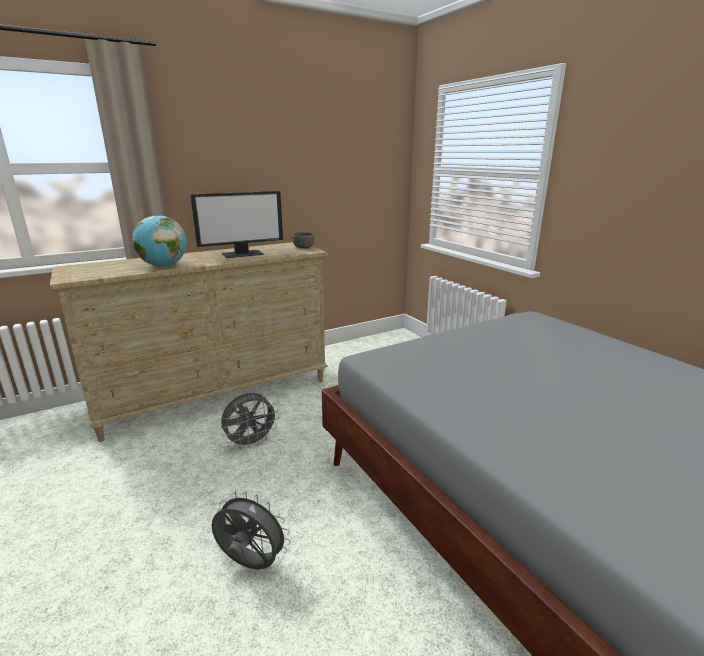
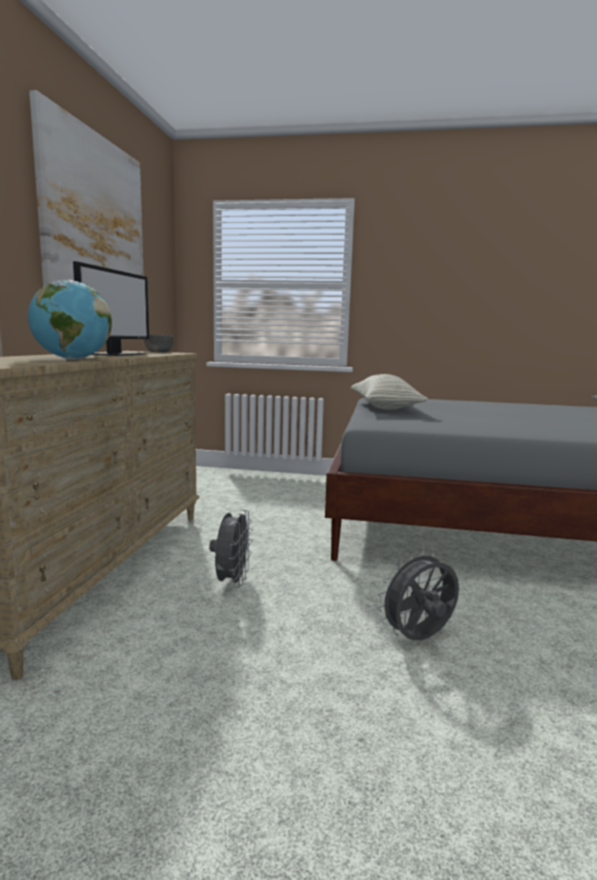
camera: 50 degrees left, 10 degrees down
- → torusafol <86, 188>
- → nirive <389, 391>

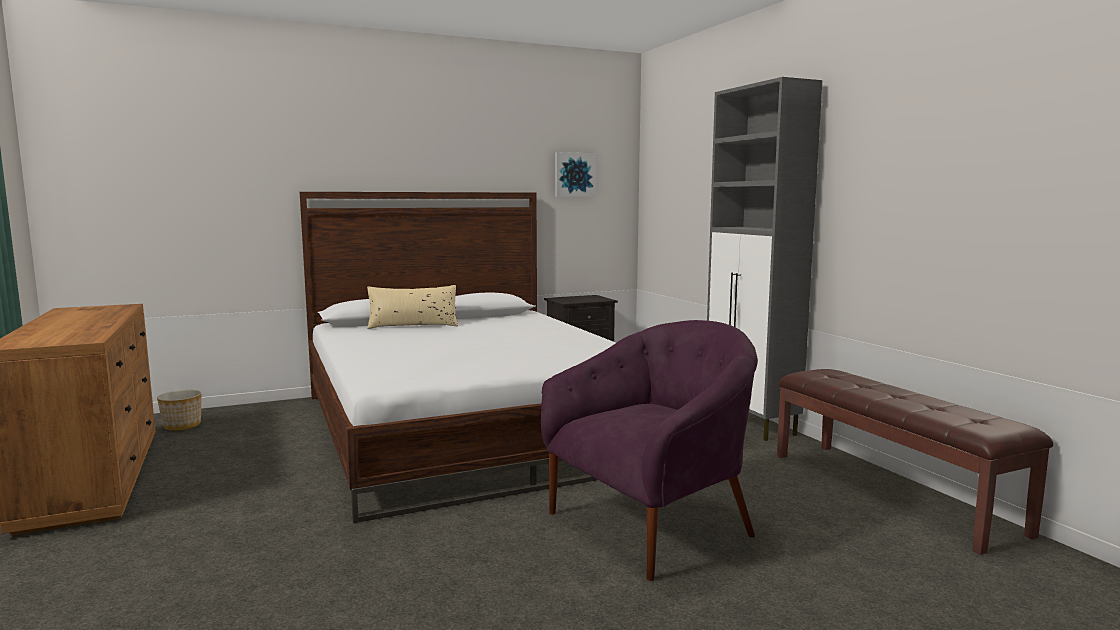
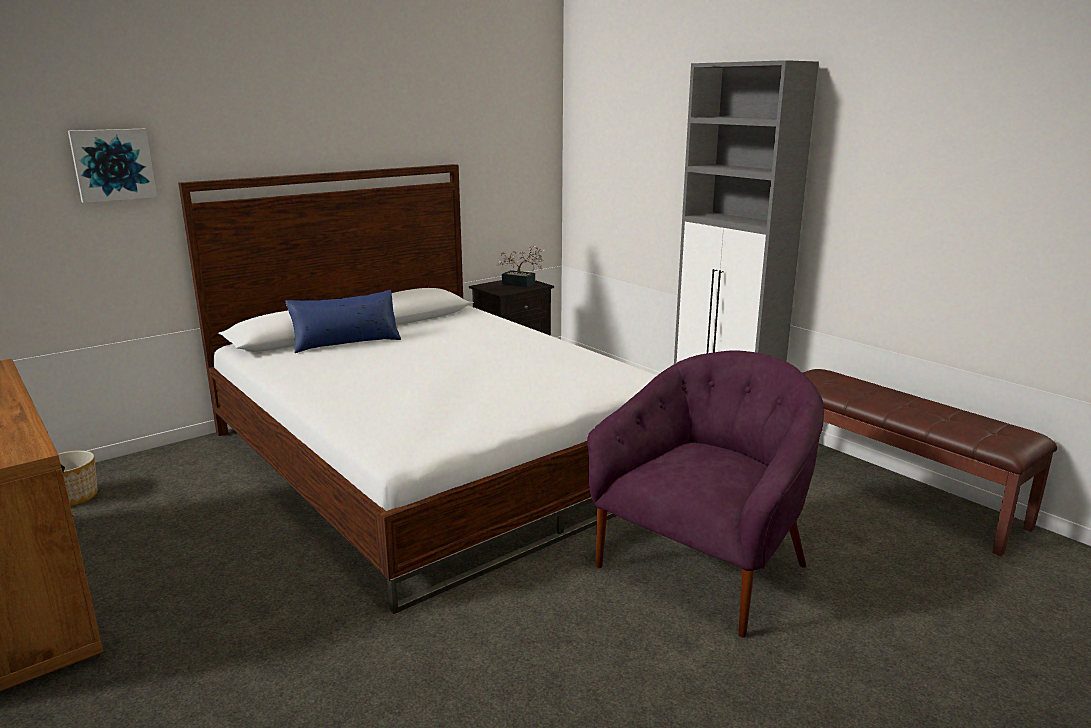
camera: 15 degrees left, 10 degrees up
- → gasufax <520, 266>
torusafol <575, 174> → torusafol <112, 166>, move
beige nirive <412, 307> → blue nirive <343, 321>

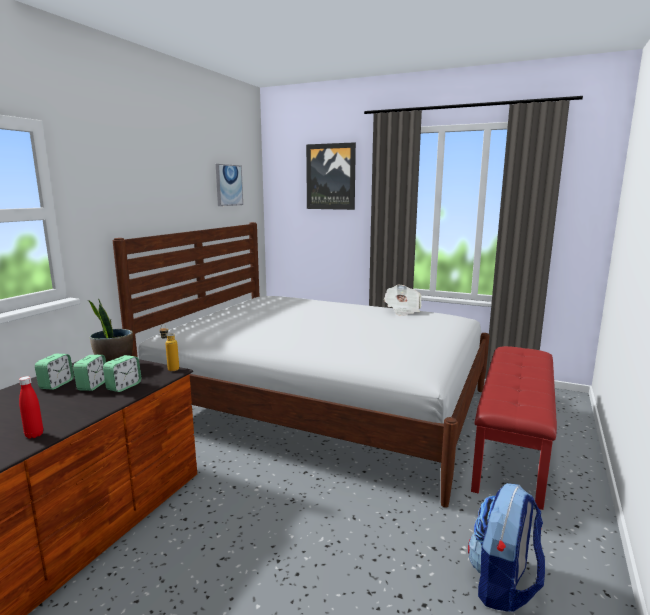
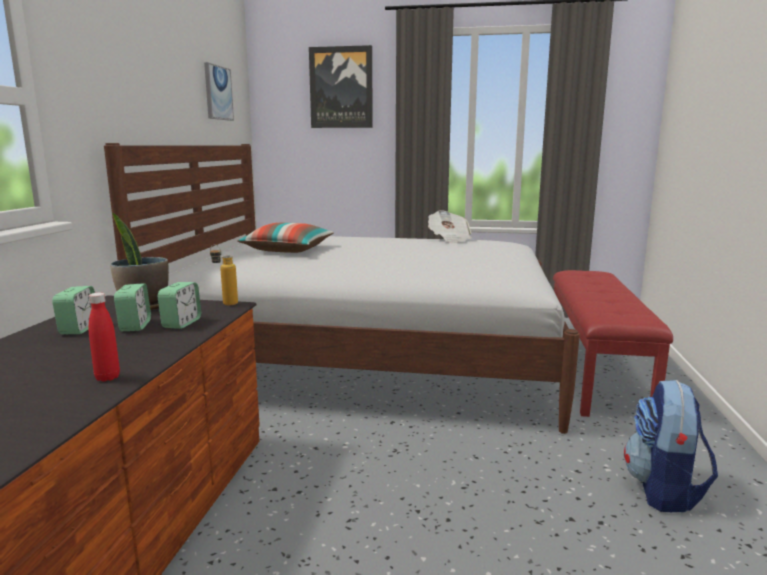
camera: 15 degrees left, 0 degrees up
- → nirive <286, 238>

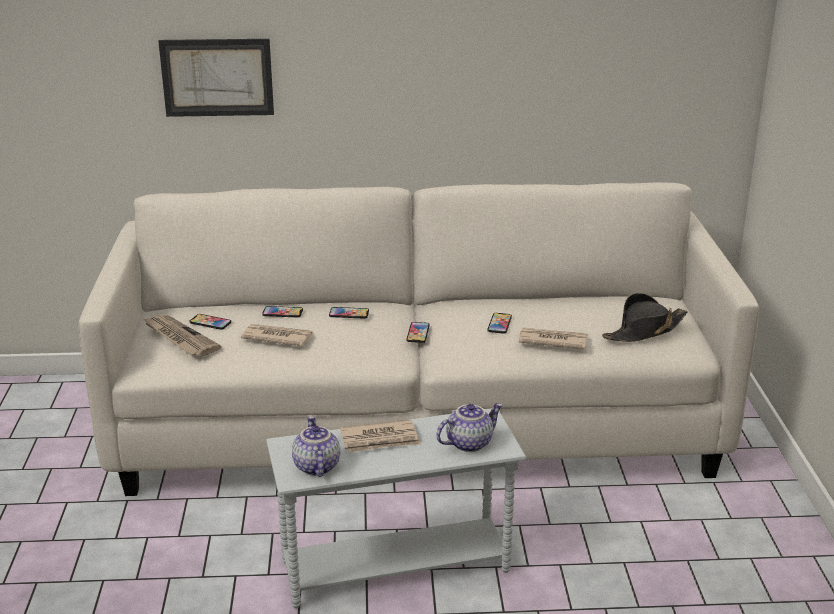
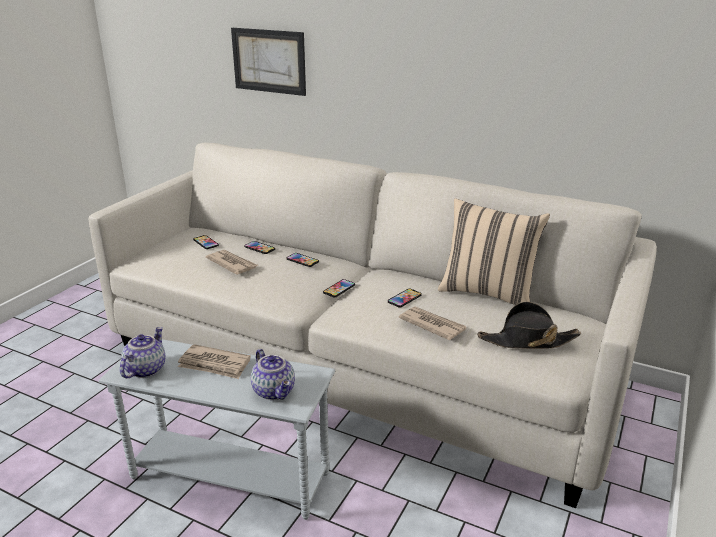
camera: 30 degrees right, 0 degrees up
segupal <182, 335> → -
- → beige nirive <494, 252>
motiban <469, 427> → motiban <273, 374>, 60 degrees clockwise

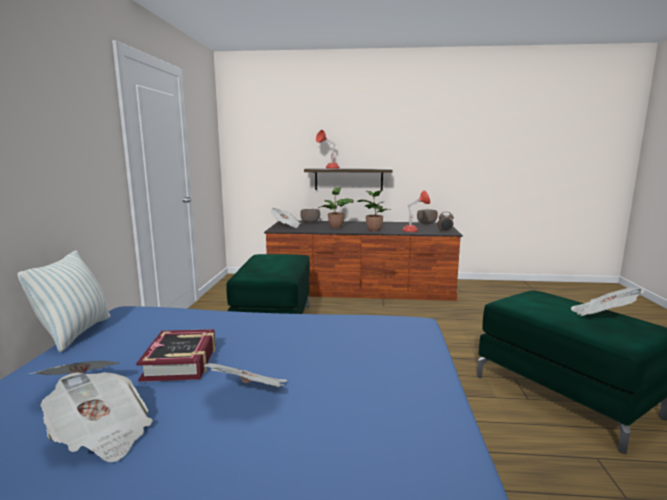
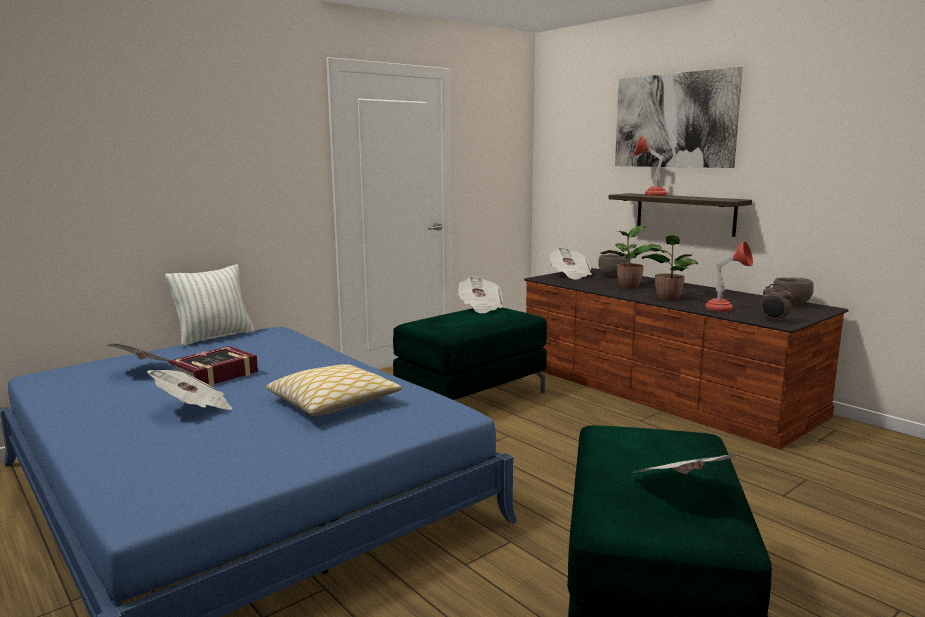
camera: 45 degrees right, 0 degrees up
- → nirive <334, 390>
- → torusafol <679, 117>
segupal <96, 417> → segupal <480, 295>, move

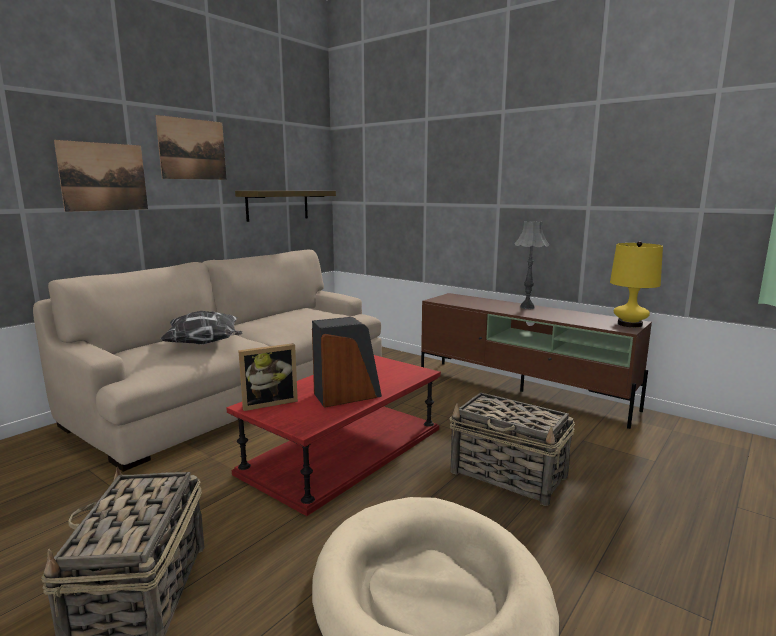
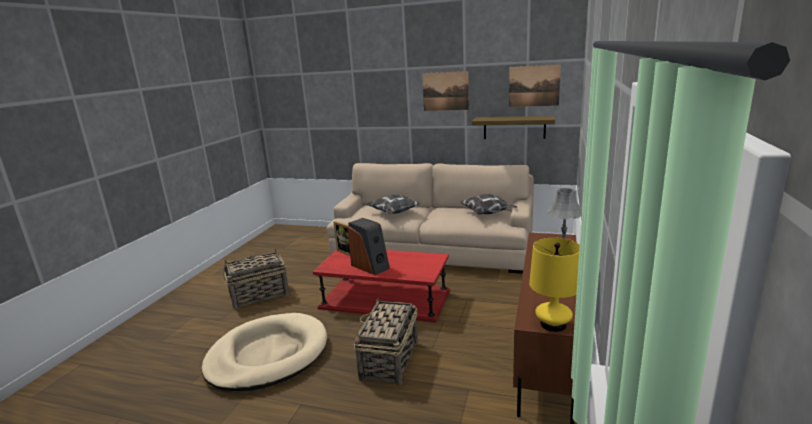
camera: 70 degrees right, 5 degrees up
- → nirive <488, 204>
torusafol <101, 176> → torusafol <535, 85>, move

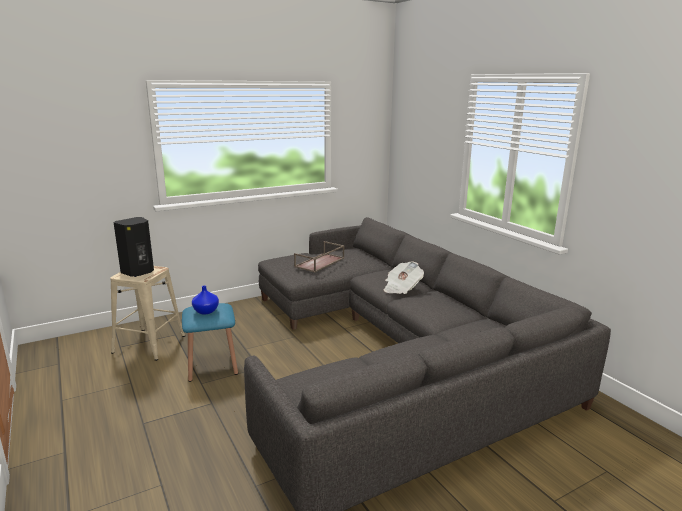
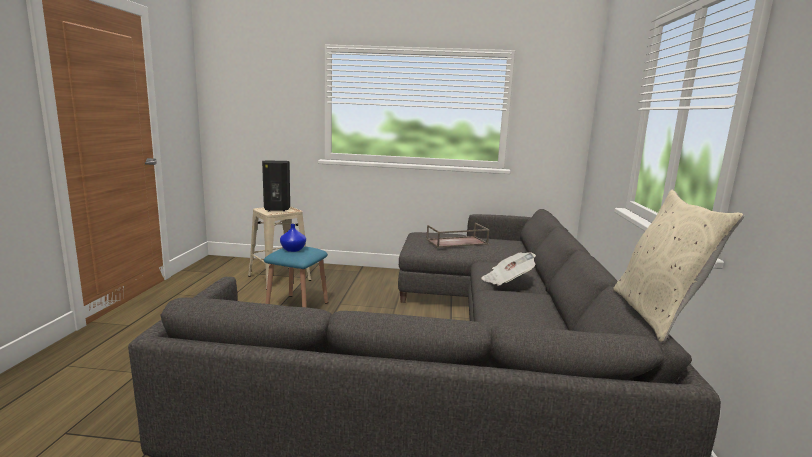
camera: 35 degrees right, 5 degrees down
- → beige nirive <679, 266>

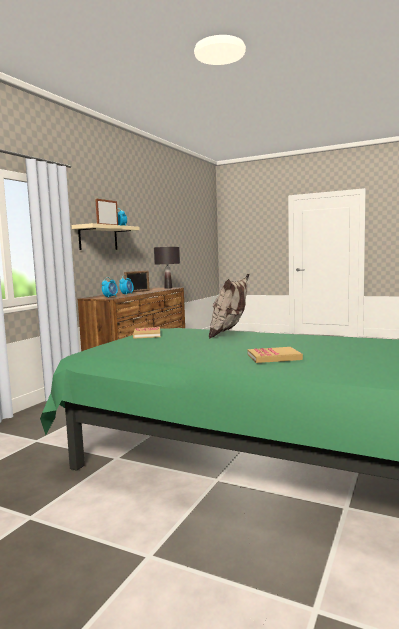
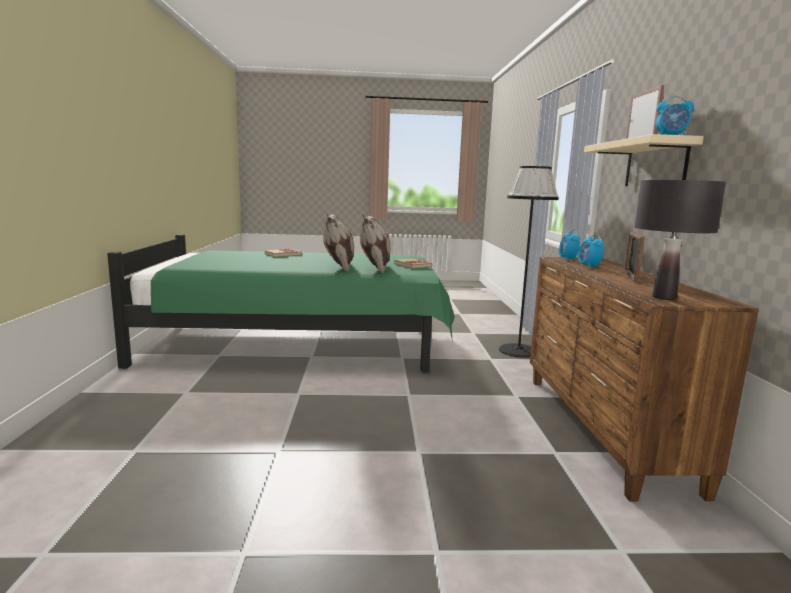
camera: 150 degrees right, 5 degrees up
- → nirive <375, 243>
- → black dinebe <529, 262>

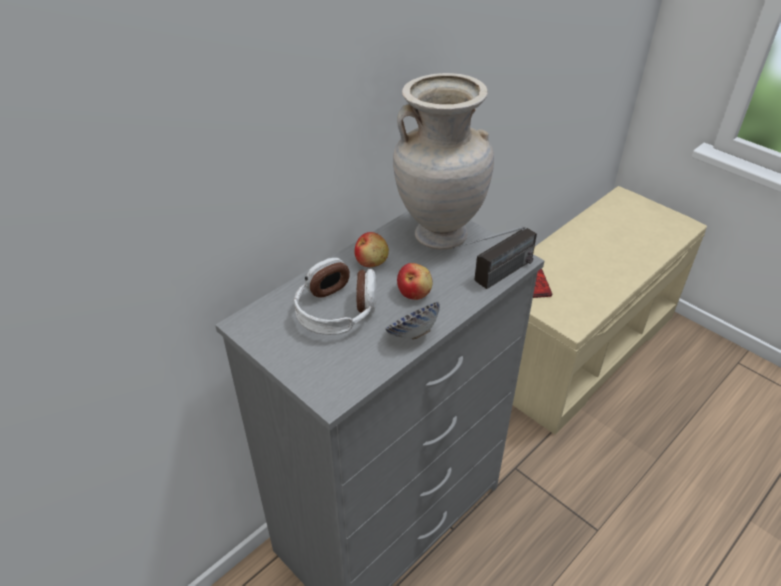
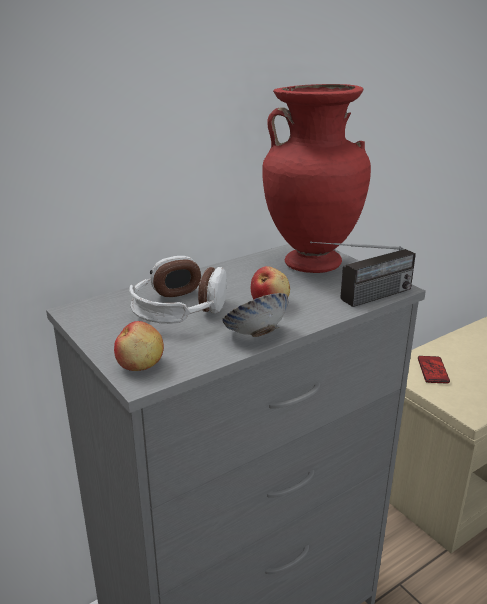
camera: 10 degrees right, 15 degrees down
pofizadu <372, 249> → pofizadu <139, 346>, move
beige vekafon <443, 161> → red vekafon <316, 178>

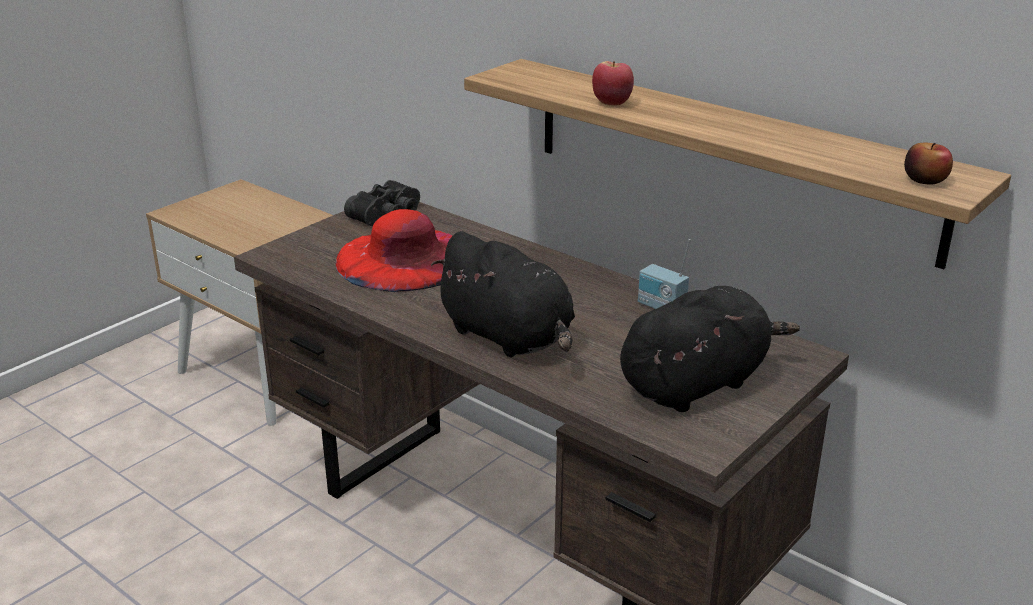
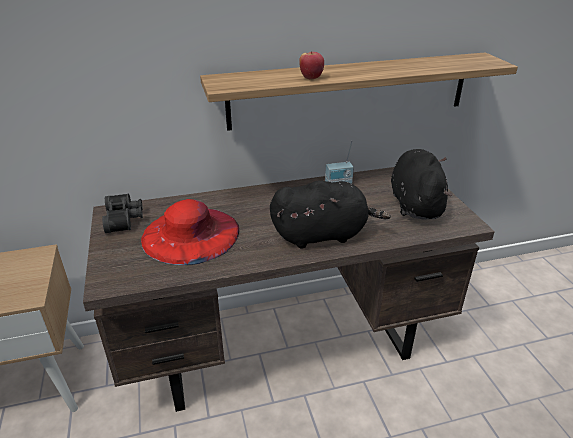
camera: 55 degrees left, 5 degrees up
pofizadu <928, 163> → -

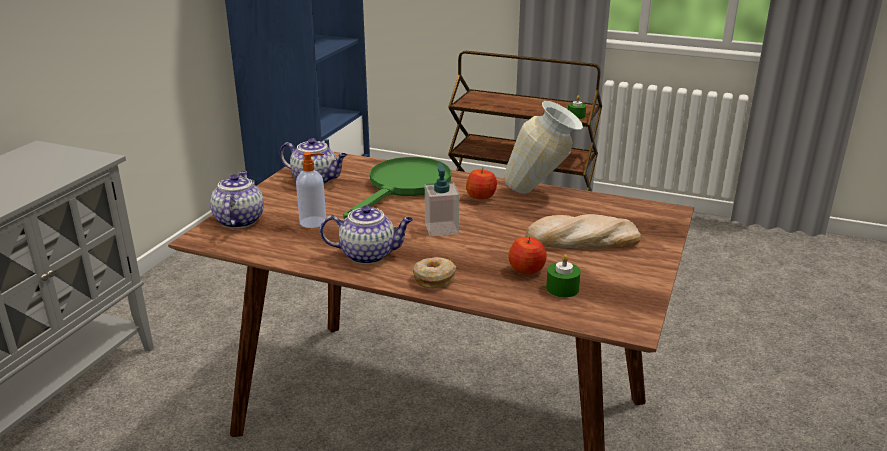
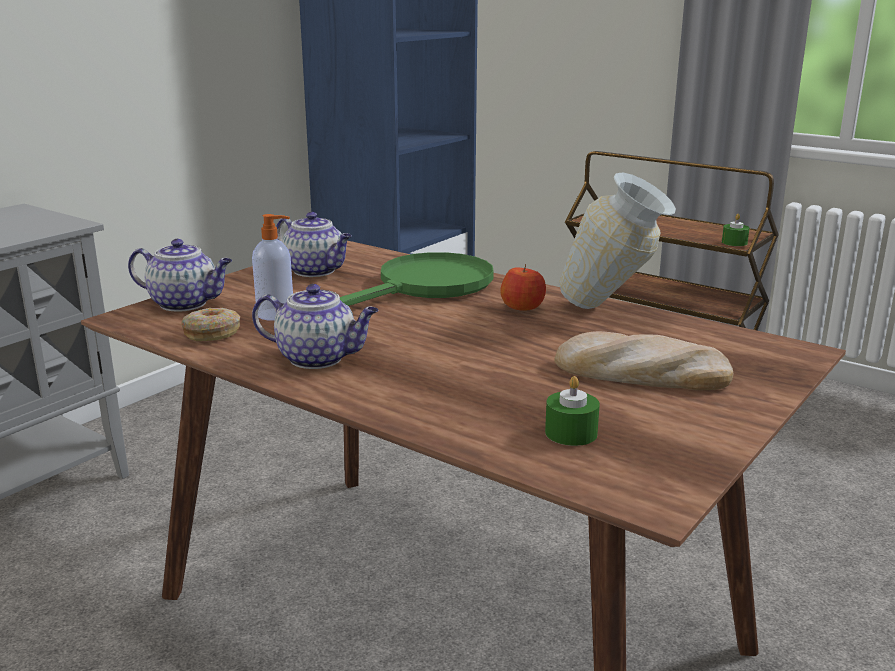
camera: 15 degrees right, 5 degrees down
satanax <442, 199> → -
pofizadu <527, 255> → -
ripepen <434, 273> → ripepen <210, 324>, move
motiban <237, 199> → motiban <180, 275>, 90 degrees clockwise

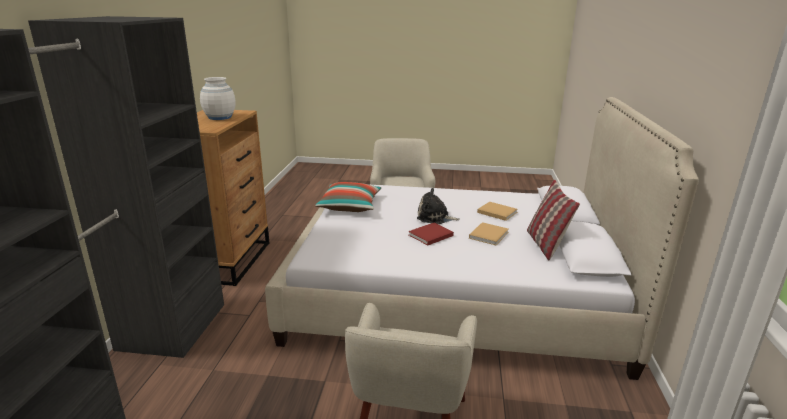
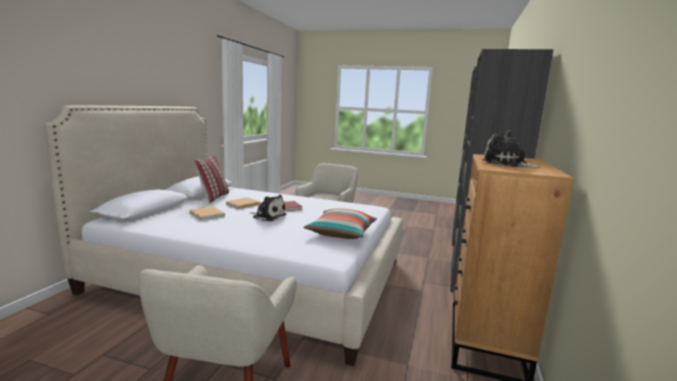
camera: 170 degrees left, 10 degrees down
white vekafon <218, 98> → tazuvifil <512, 149>

